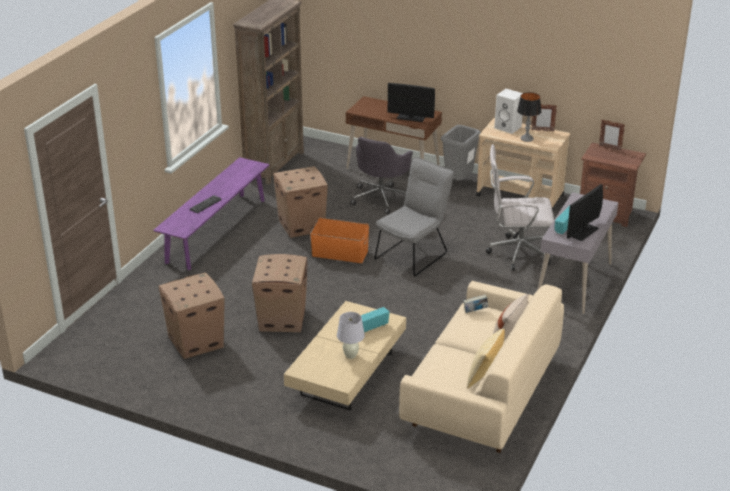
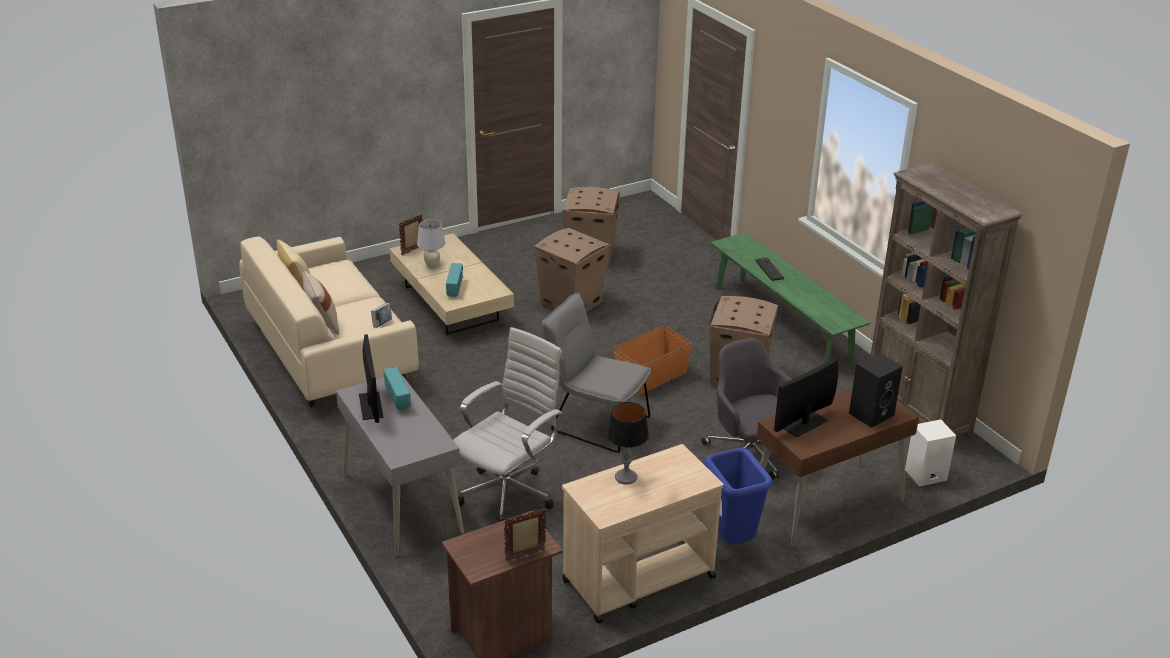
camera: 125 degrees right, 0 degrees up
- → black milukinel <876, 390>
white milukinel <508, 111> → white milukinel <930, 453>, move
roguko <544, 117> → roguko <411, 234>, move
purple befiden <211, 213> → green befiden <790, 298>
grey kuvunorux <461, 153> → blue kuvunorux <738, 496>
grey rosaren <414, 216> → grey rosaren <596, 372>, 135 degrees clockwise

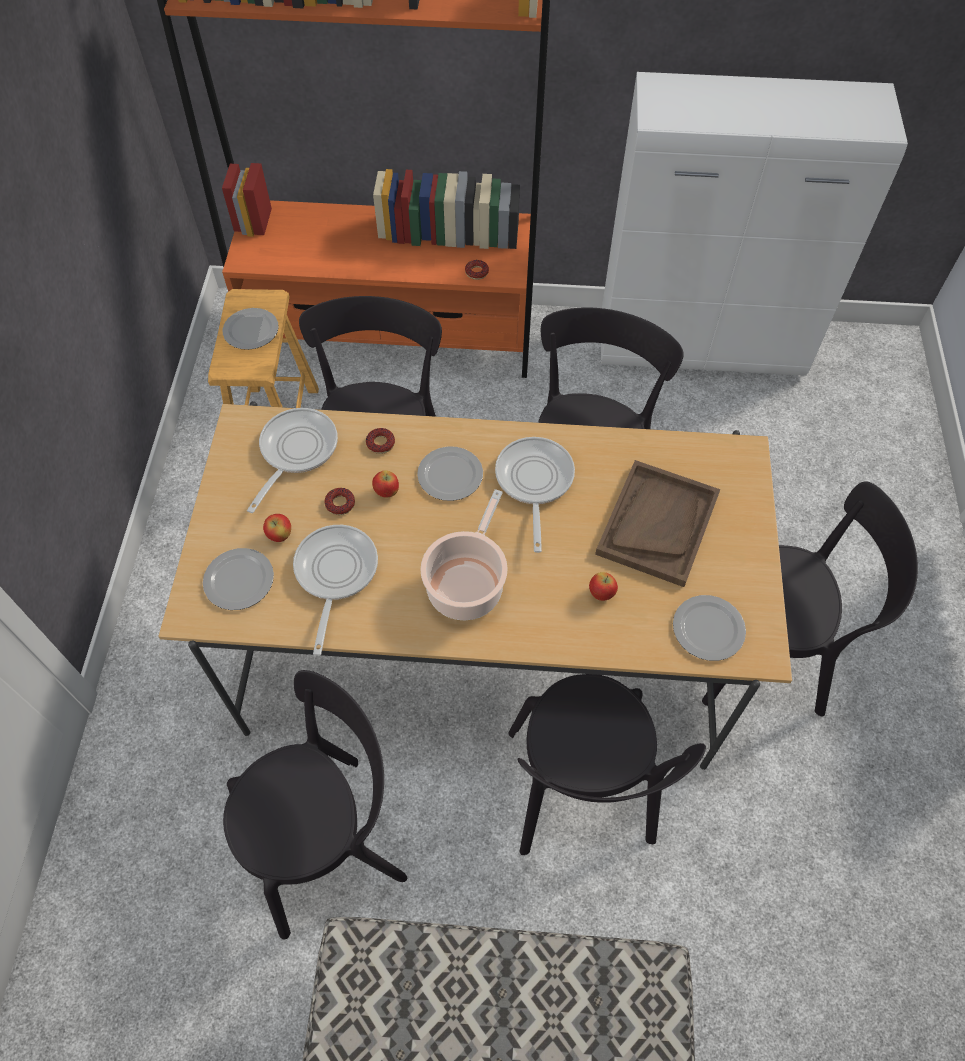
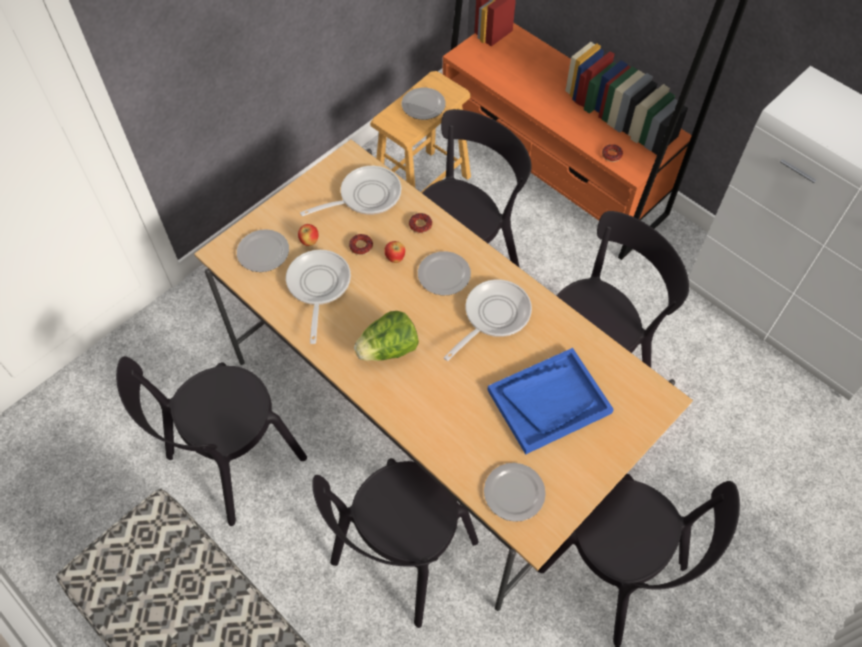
camera: 40 degrees right, 0 degrees up
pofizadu <603, 586> → -
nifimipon <464, 554> → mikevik <386, 336>
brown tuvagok <658, 523> → blue tuvagok <550, 401>
black rosaren <315, 805> → black rosaren <211, 441>, 120 degrees clockwise
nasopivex <335, 590> → nasopivex <318, 297>, 45 degrees counterclockwise

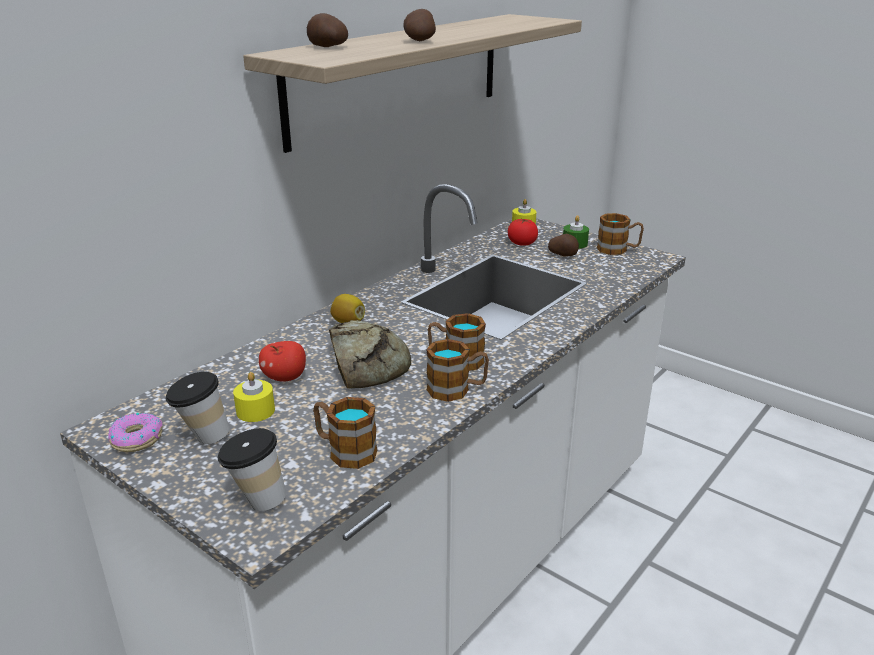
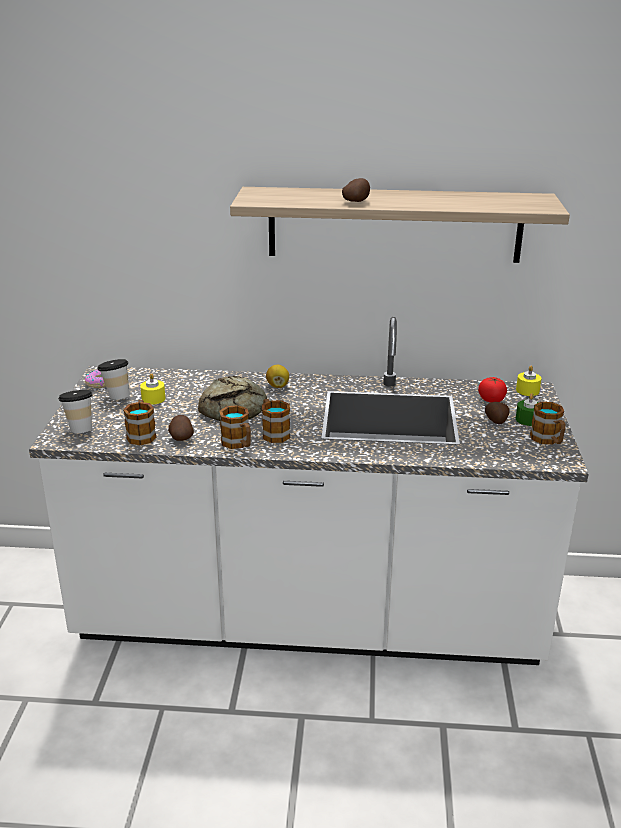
camera: 55 degrees right, 0 degrees up
pofizadu <282, 361> → -
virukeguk <327, 30> → virukeguk <181, 428>, move

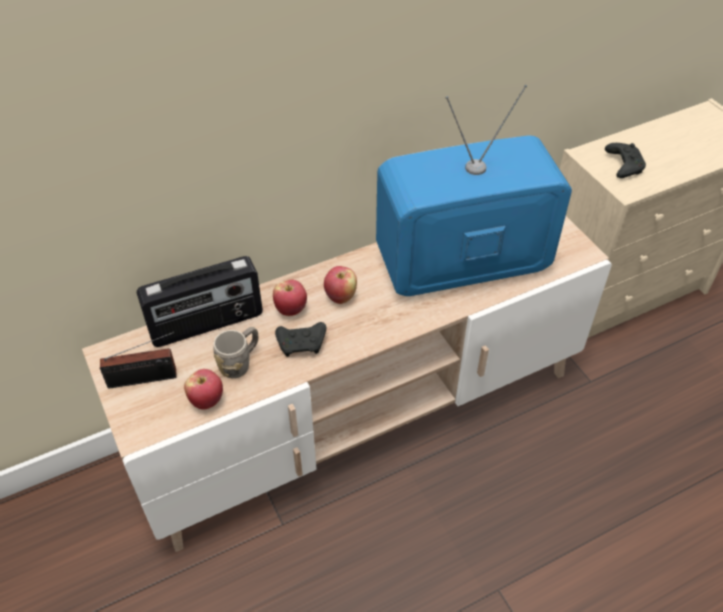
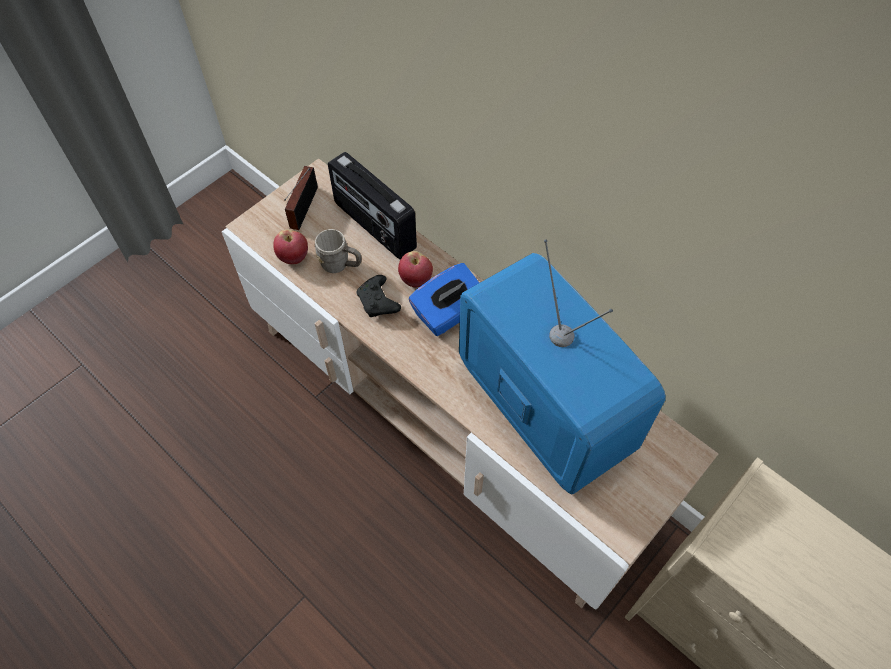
camera: 70 degrees right, 10 degrees up
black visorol <625, 160> → -
pofizadu <340, 285> → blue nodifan <444, 299>
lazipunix <138, 360> → lazipunix <301, 198>, 45 degrees clockwise

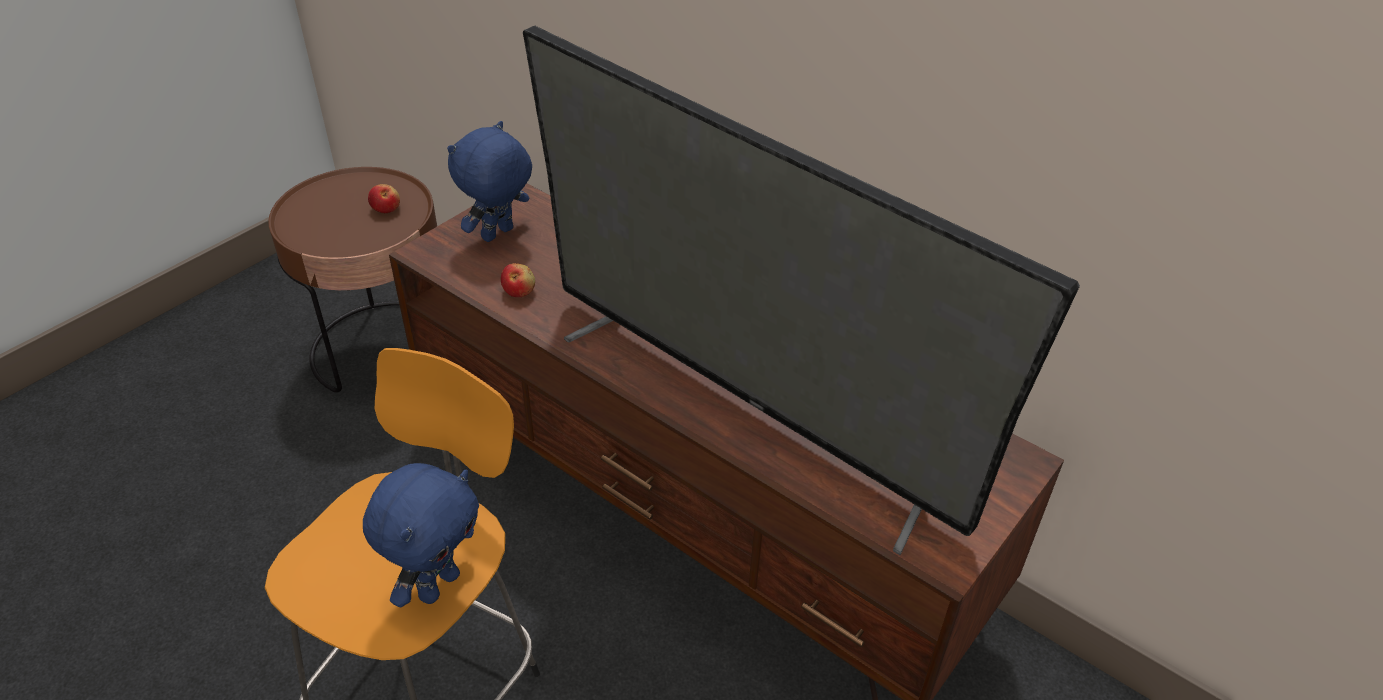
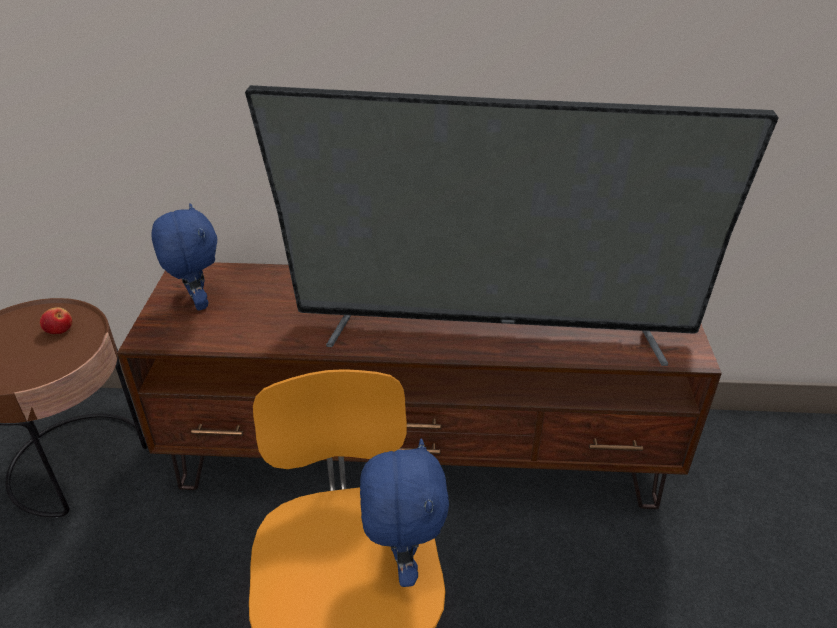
camera: 35 degrees left, 5 degrees down
pofizadu <518, 280> → -
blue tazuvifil <489, 181> → blue tazuvifil <184, 256>, 150 degrees clockwise

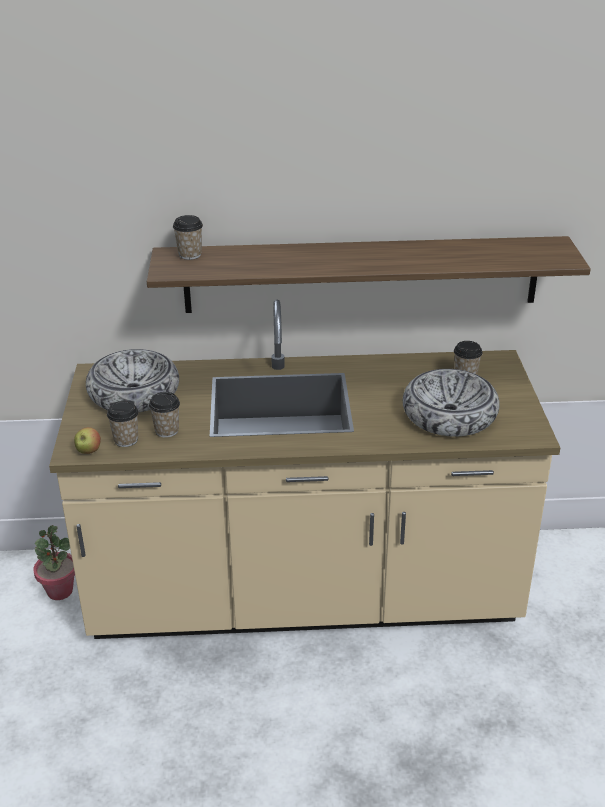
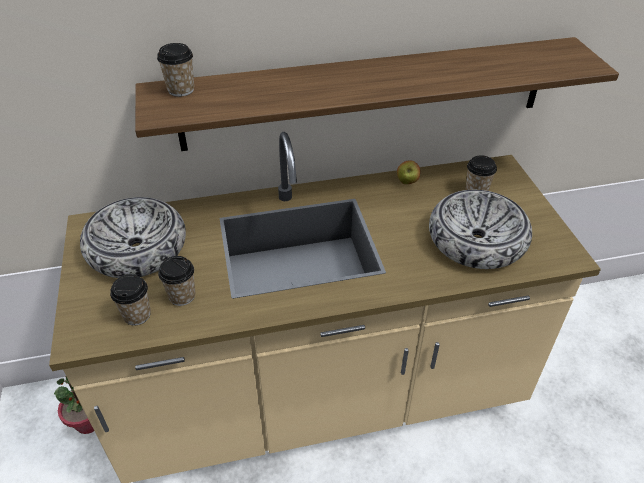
camera: 10 degrees left, 10 degrees up
pofizadu <87, 440> → pofizadu <408, 172>, move

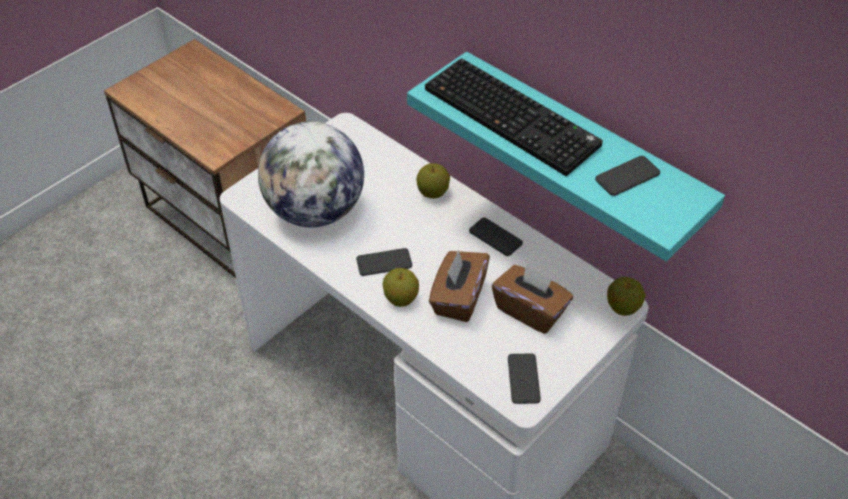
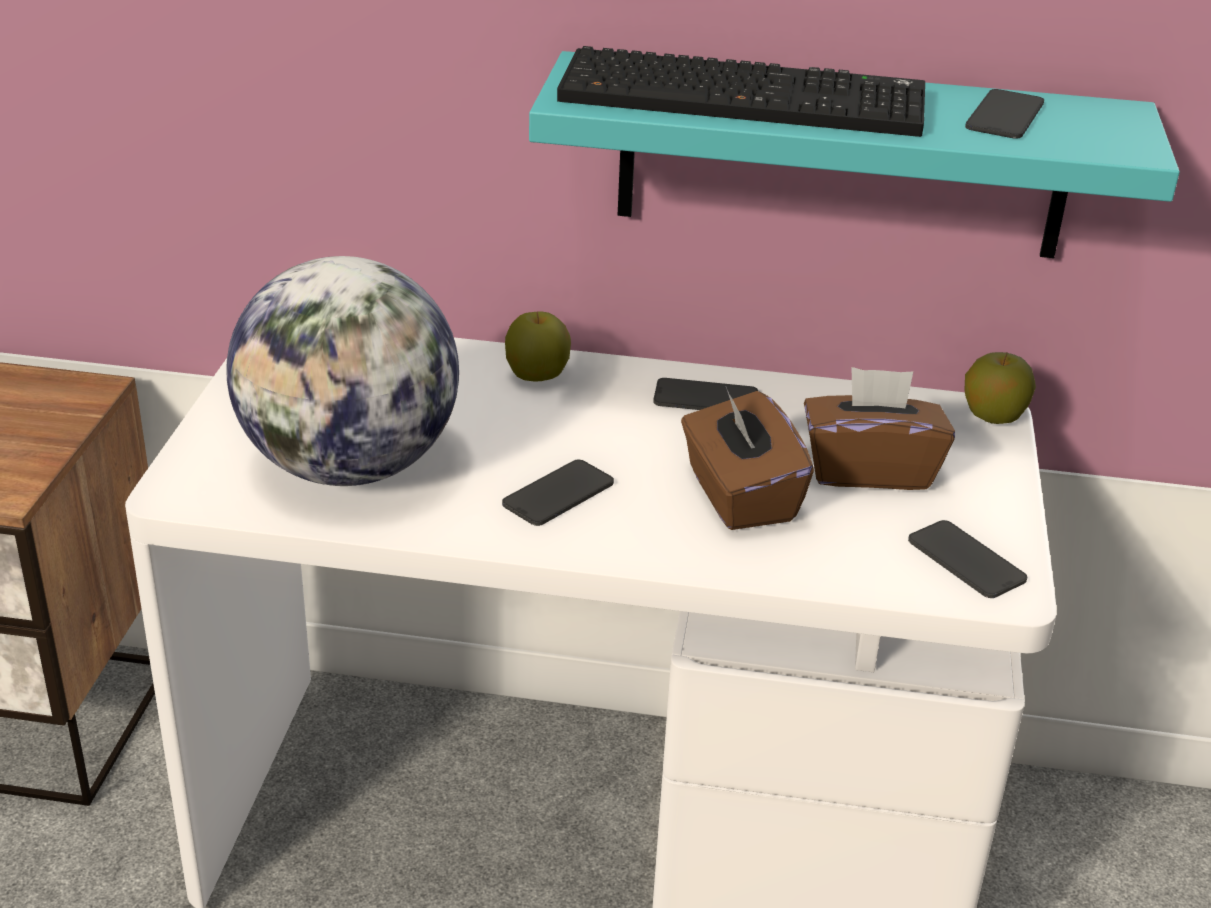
camera: 35 degrees left, 15 degrees down
pofizadu <400, 287> → -

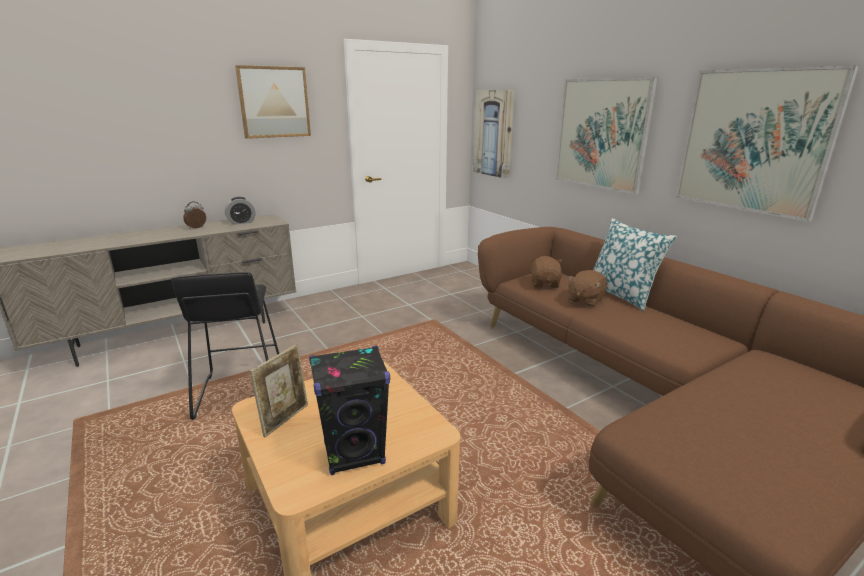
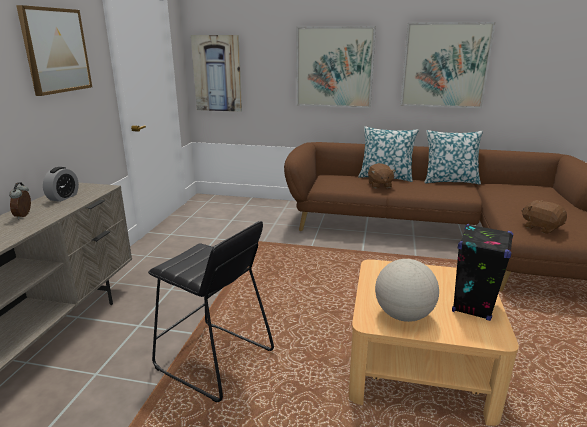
camera: 45 degrees left, 0 degrees up
- → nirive <453, 157>
brown tazuvifil <546, 272> → brown tazuvifil <544, 217>, move
roguko <279, 390> → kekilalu <407, 290>

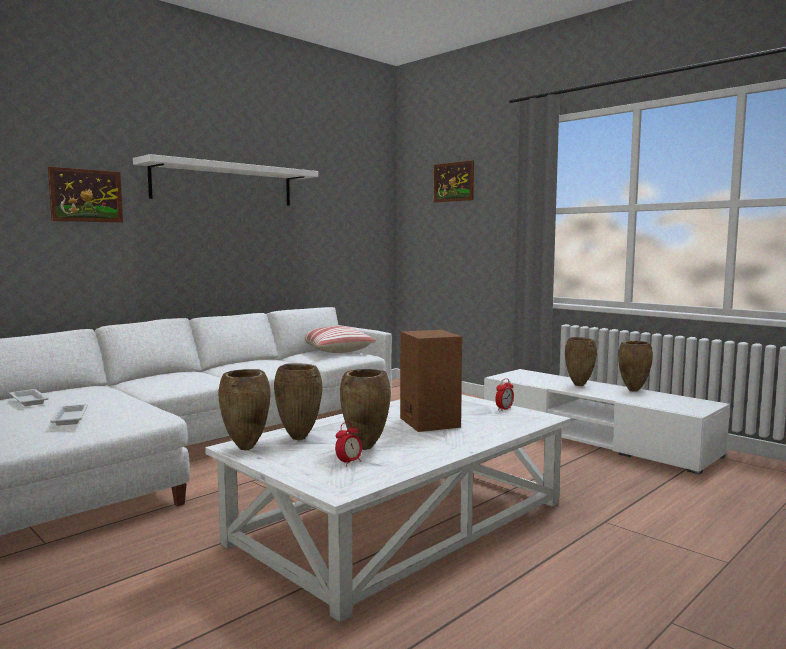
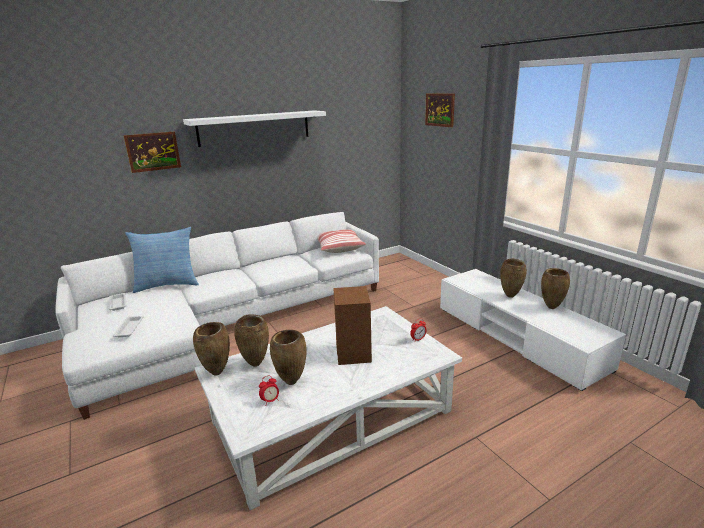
camera: 15 degrees right, 15 degrees up
- → nirive <162, 260>

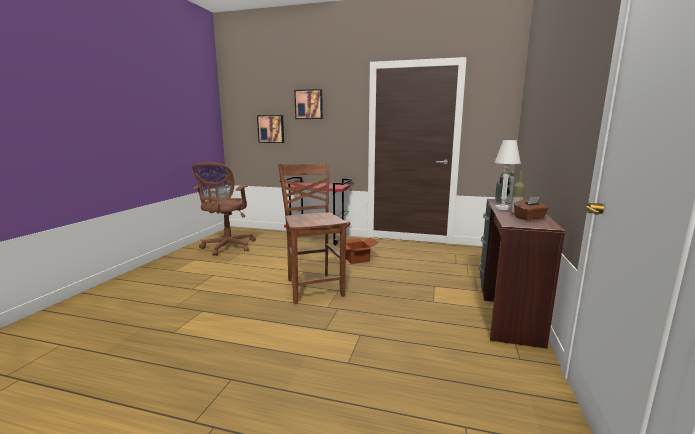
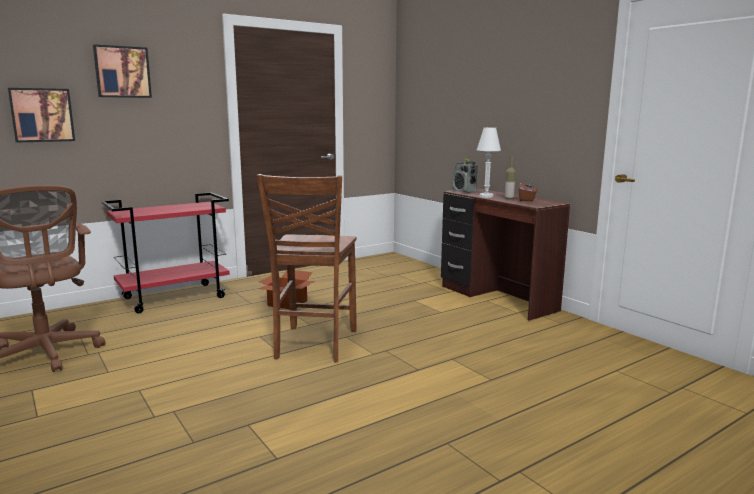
camera: 50 degrees left, 0 degrees up
brown rosaren <312, 233> → brown rosaren <307, 268>, 105 degrees counterclockwise

